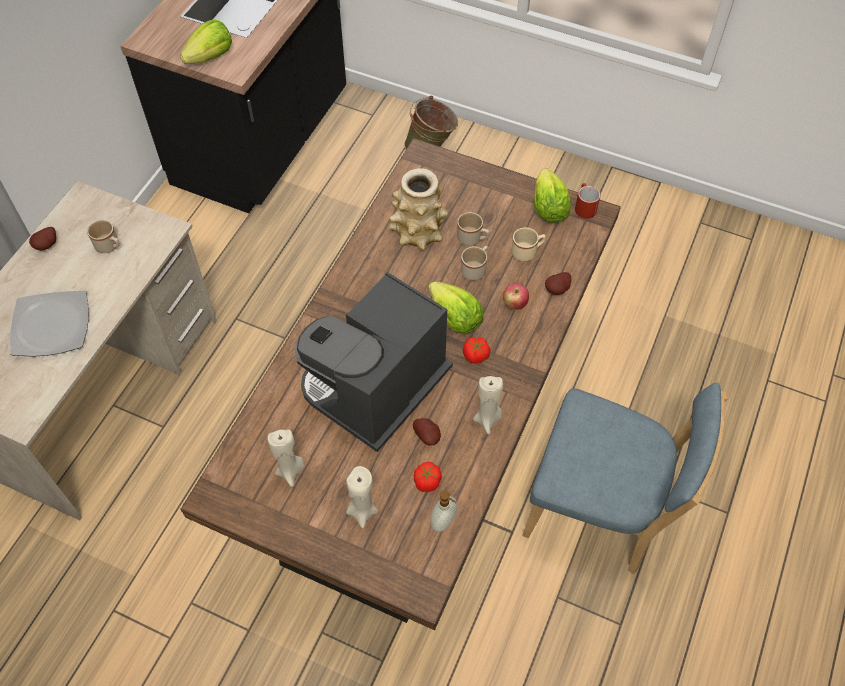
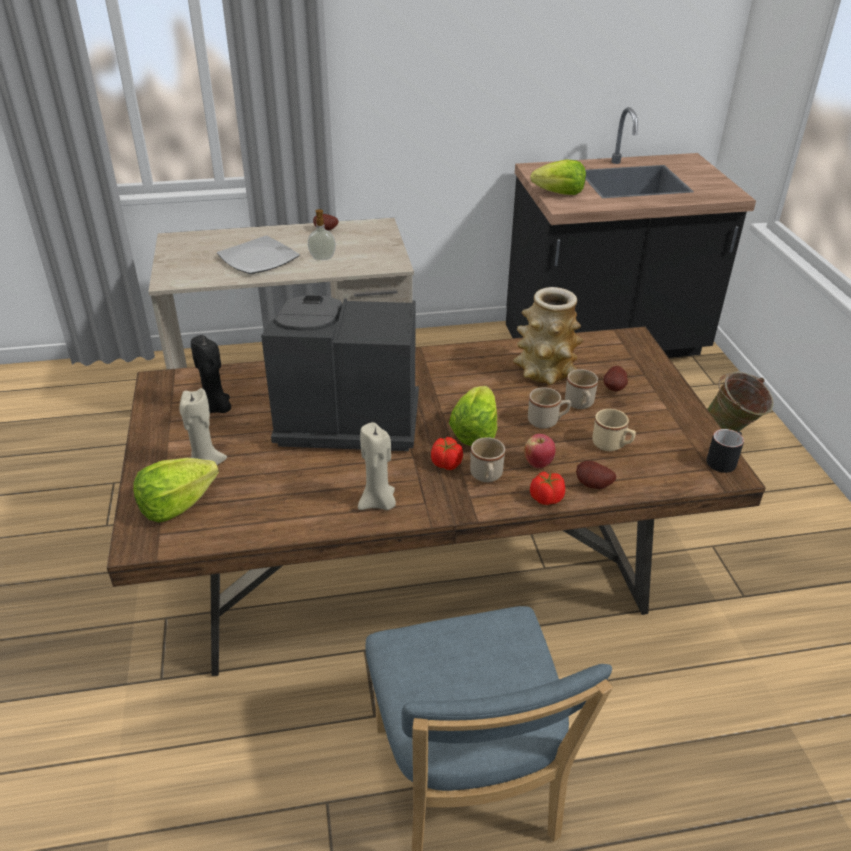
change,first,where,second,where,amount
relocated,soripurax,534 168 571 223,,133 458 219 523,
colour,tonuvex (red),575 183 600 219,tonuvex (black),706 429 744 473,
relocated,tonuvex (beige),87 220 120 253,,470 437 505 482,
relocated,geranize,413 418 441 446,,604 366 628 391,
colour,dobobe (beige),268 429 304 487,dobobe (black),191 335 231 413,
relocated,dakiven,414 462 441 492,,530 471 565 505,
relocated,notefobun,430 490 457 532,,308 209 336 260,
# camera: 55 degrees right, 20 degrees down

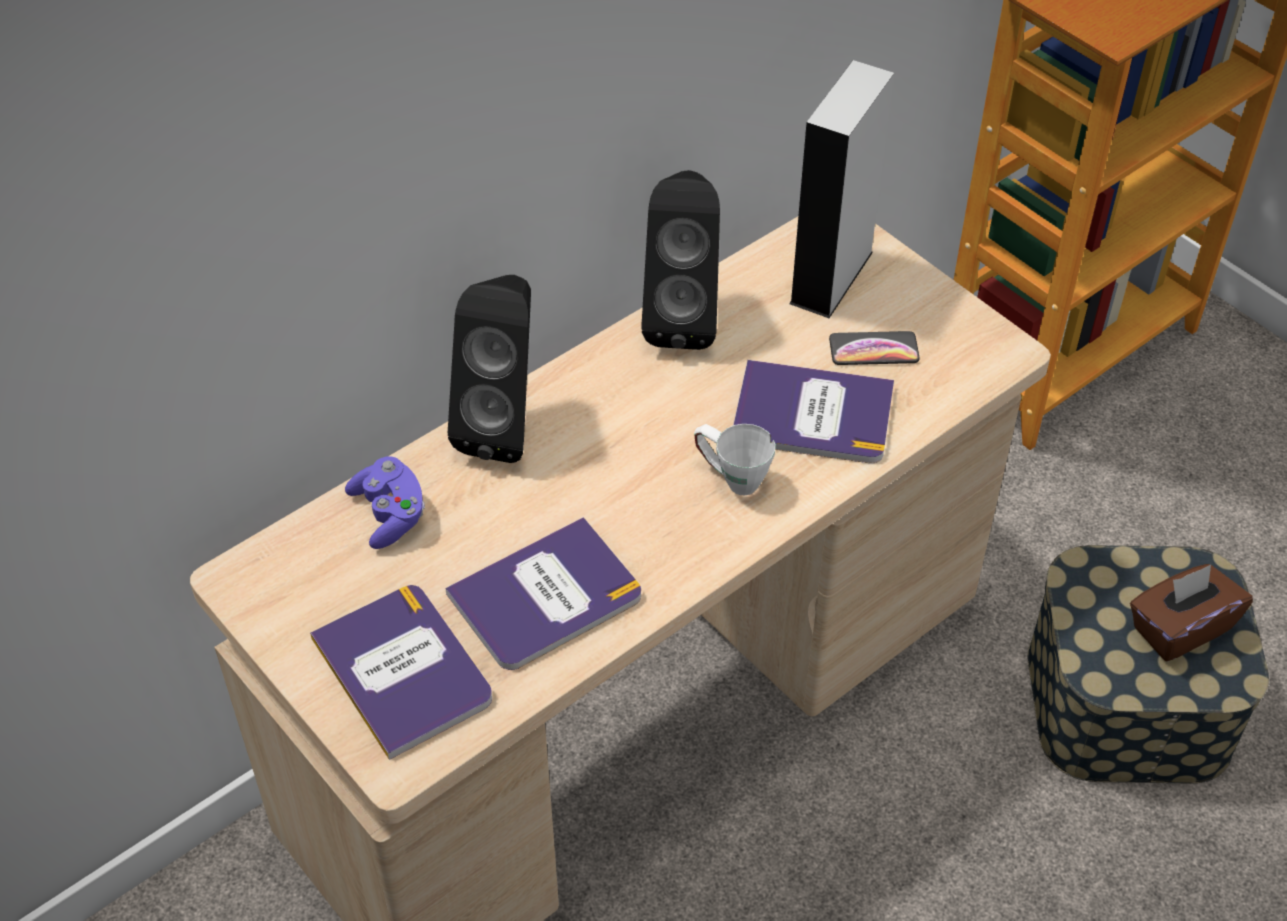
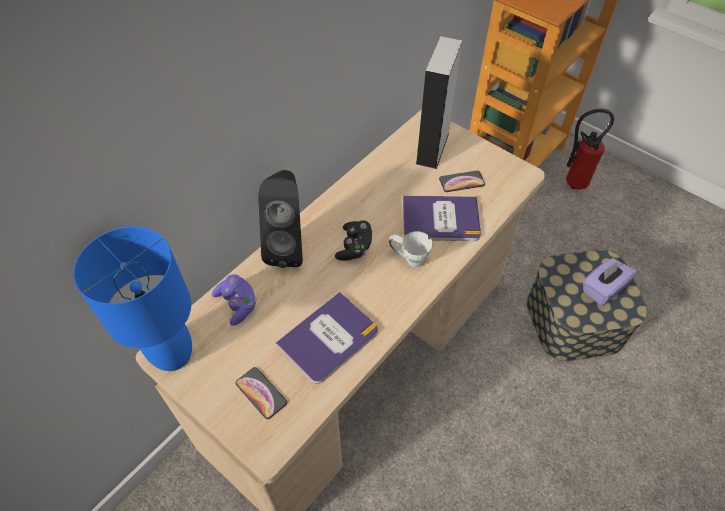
change,first,where,second,where,amount
missing,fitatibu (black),641 170 720 350,,,
colour,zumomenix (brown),1130 564 1253 662,zumomenix (purple),583 258 638 306,
exchanged,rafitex,310 585 492 760,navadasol,236 367 287 419,
appeared,,,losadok,566 109 614 190,
appeared,,,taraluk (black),335 220 372 261,
appeared,,,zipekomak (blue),73 226 192 371,
# camera: 10 degrees left, 5 degrees up

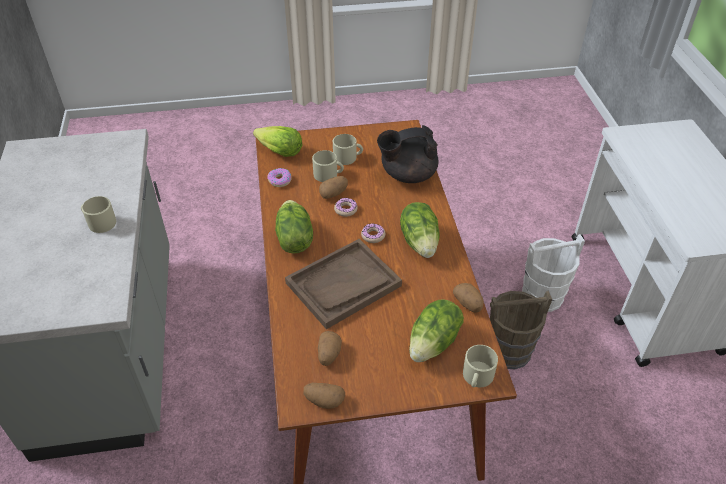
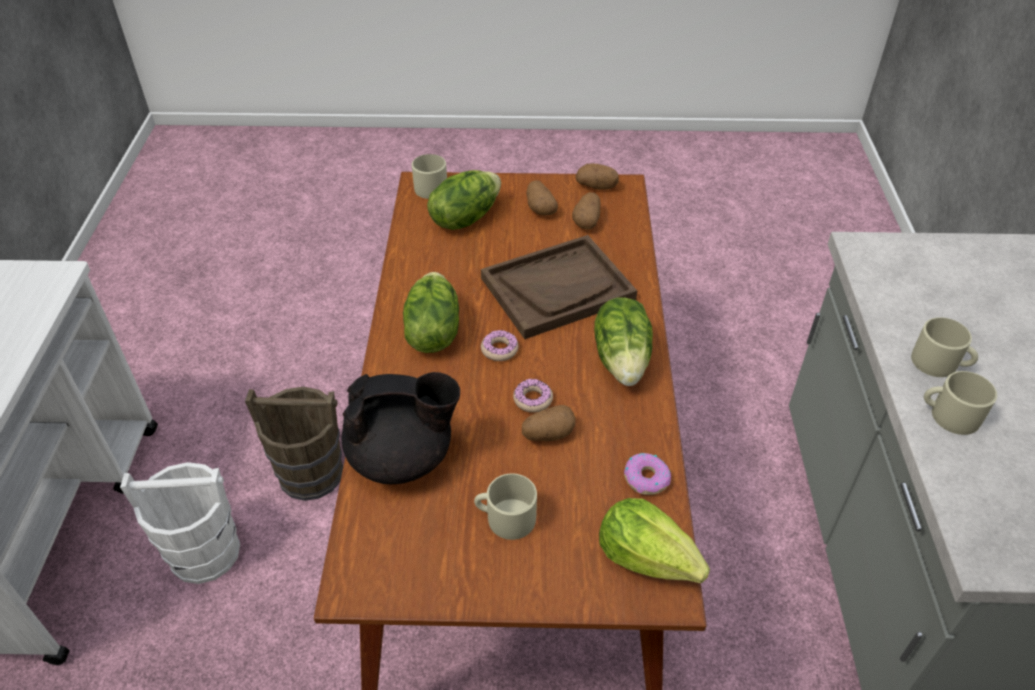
change,first,where,second,where,amount
relocated,tonuvex (beige),312 150 344 182,,924 371 997 435,
relocated,geranize,453 283 483 313,,526 180 558 216,
# camera: 170 degrees left, 0 degrees up

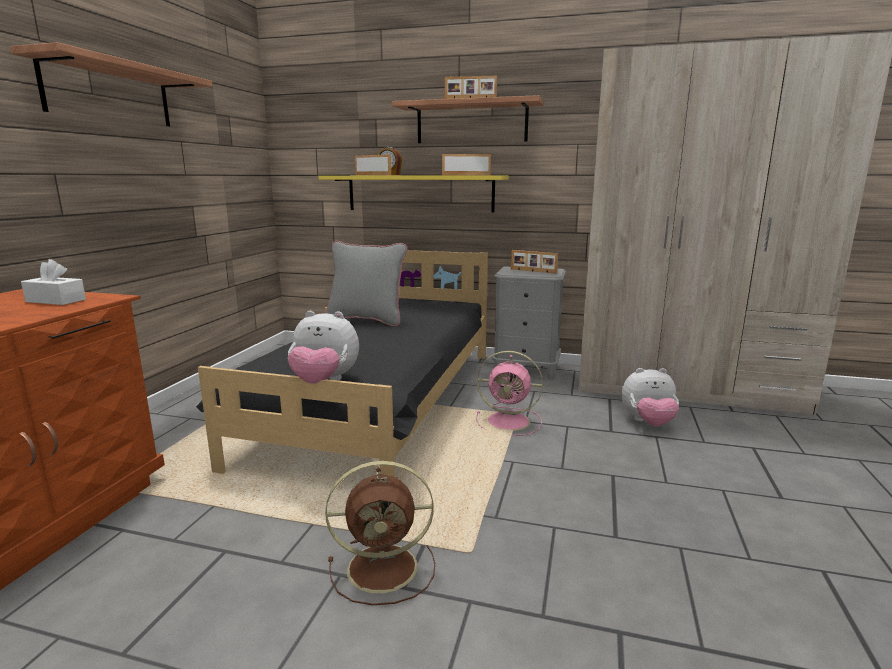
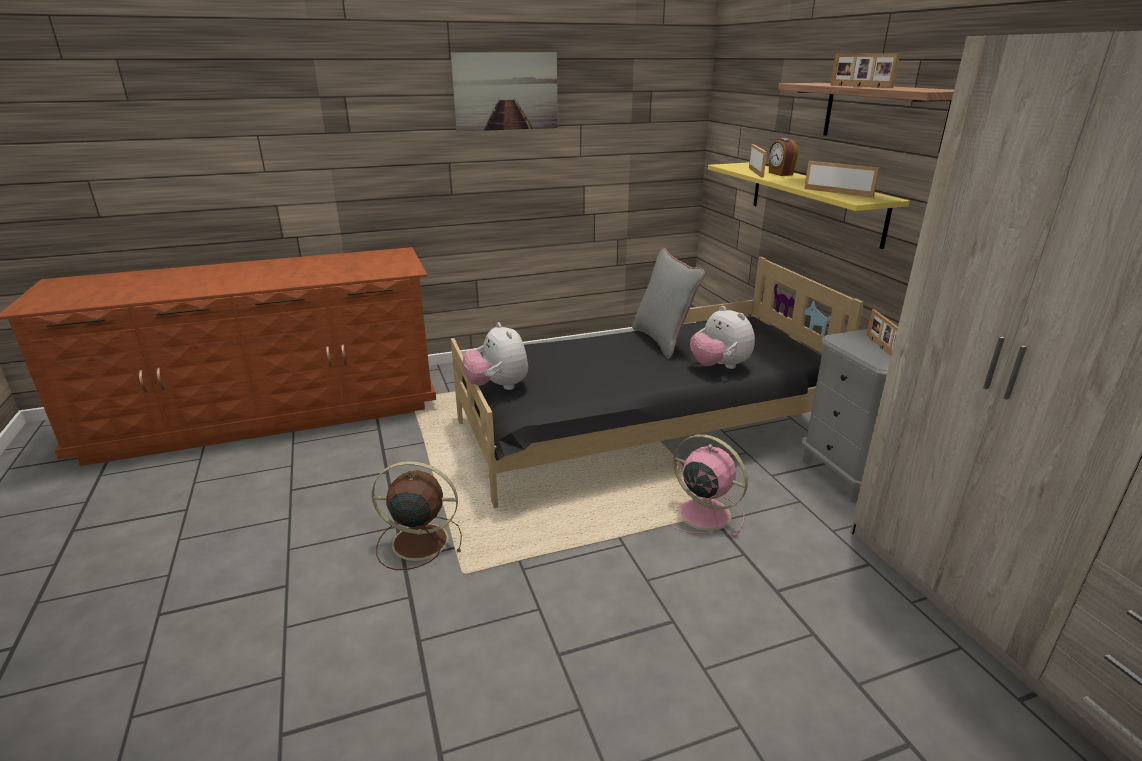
change,first,where,second,where,amount
exchanged,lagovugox,10 42 213 126,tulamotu,451 53 557 132,
missing,zumomenix (white),21 259 86 305,,,
spun,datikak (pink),476 351 543 436,,670 434 748 537,150 degrees clockwise
relocated,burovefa,621 368 679 427,,690 306 755 369,
spun,datikak (brown),325 461 435 605,,372 461 462 570,135 degrees clockwise
# camera: 55 degrees right, 10 degrees up

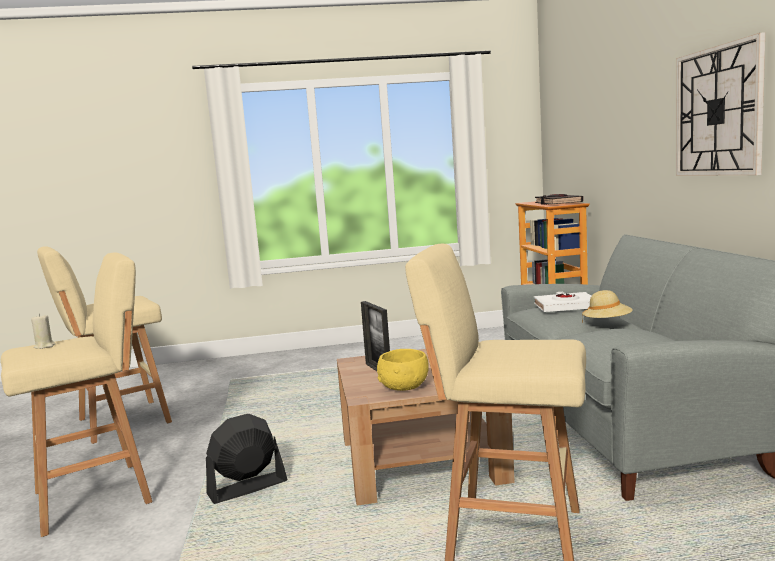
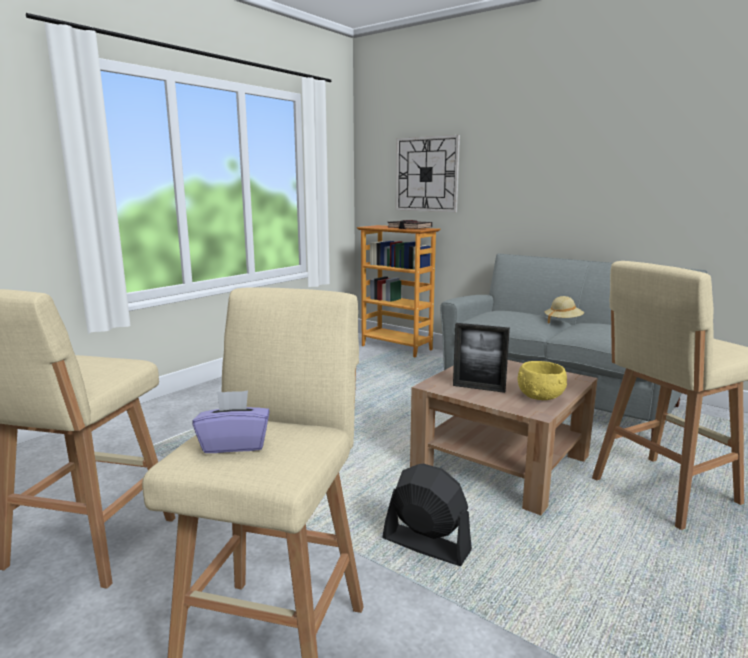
change,first,where,second,where,amount
relocated,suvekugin,676 33 765 175,,395 135 460 212,
missing,rafitex (white),534 292 591 312,,,
exchanged,dobobe (beige),31 314 56 349,zumomenix (purple),192 391 270 453,
spun,datikak (black),206 414 288 504,,382 464 472 566,105 degrees clockwise
# camera: 45 degrees left, 5 degrees up

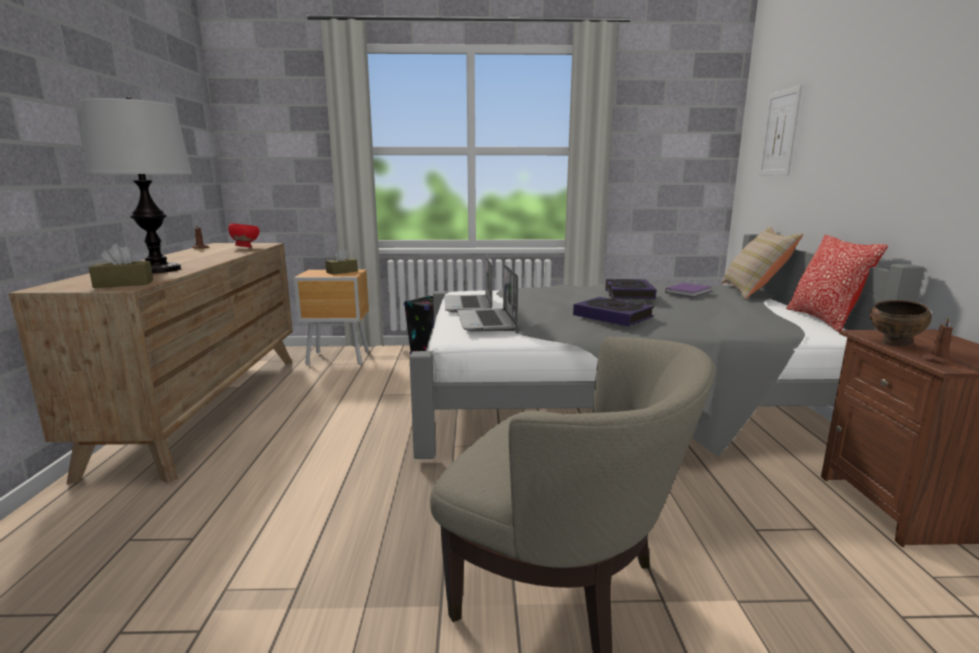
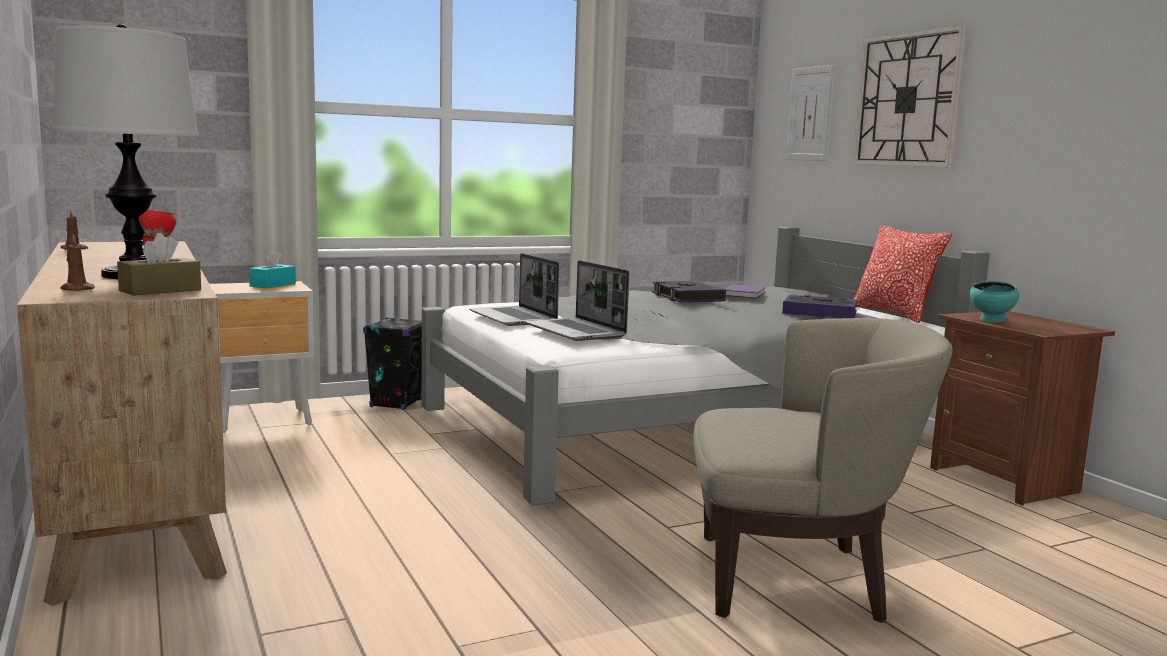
change,first,where,second,where,amount
missing,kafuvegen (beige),721 227 804 299,,,
colour,zumomenix (brown),325 249 358 275,zumomenix (turquoise),249 249 296 289,
relocated,rafitex,573 297 654 326,,782 295 858 318,
colour,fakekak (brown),870 300 932 347,fakekak (turquoise),970 281 1019 323,
relocated,dobobe (brown),919 317 956 365,,60 234 95 291,
appeared,,,suvekugin,853 25 967 168,
# camera: 25 degrees left, 5 degrees down

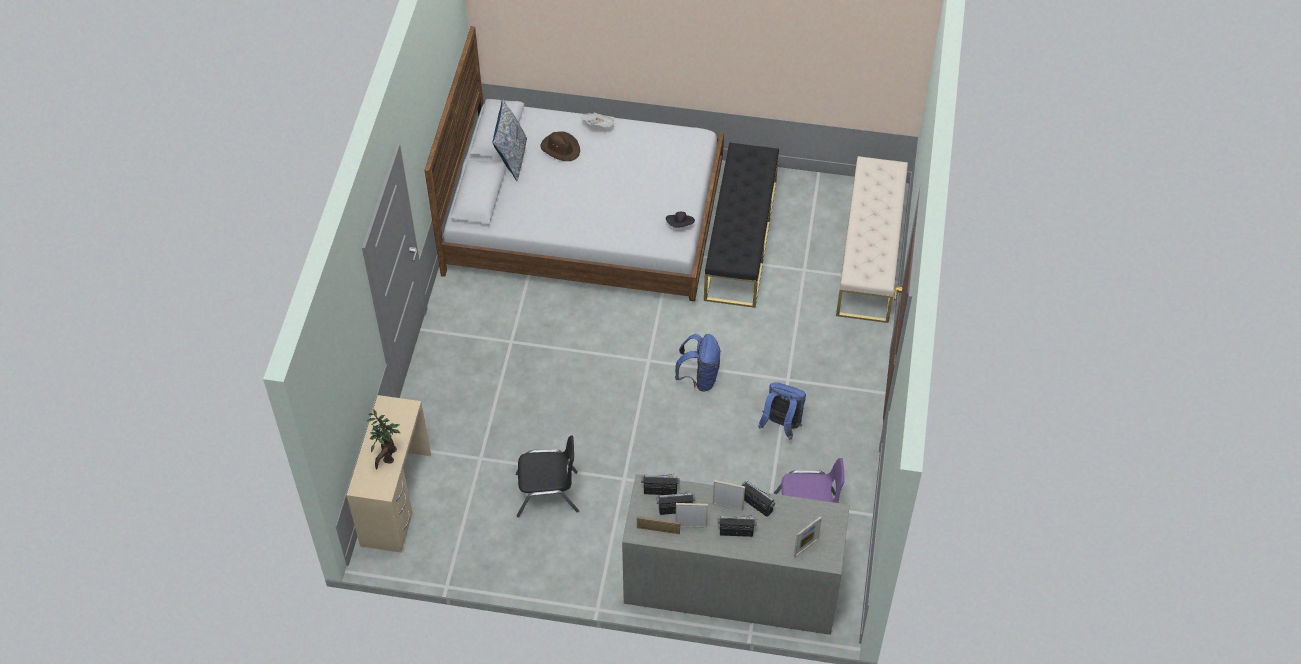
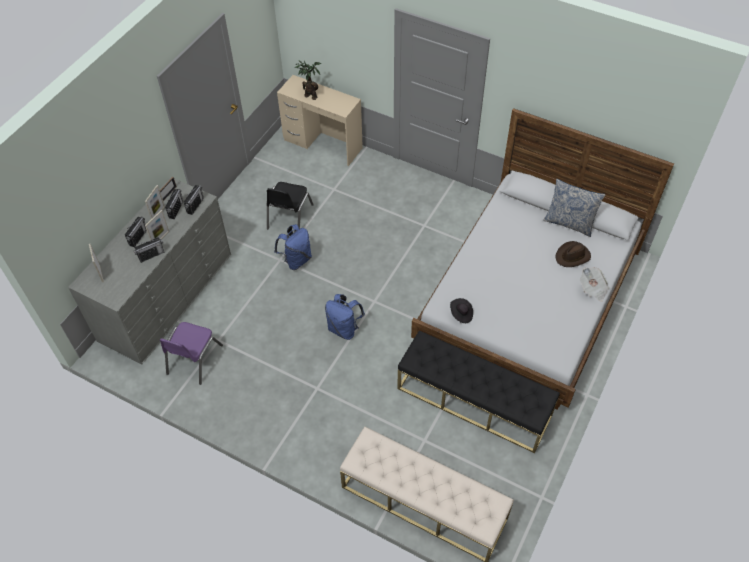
change,first,where,second,where,amount
relocated,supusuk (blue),758 383 806 440,,274 224 312 270,
# camera: 110 degrees right, 0 degrees up

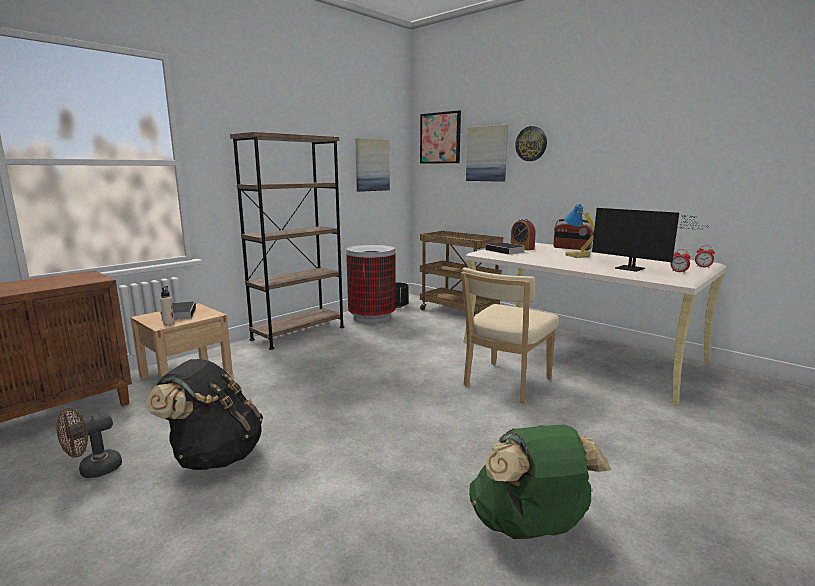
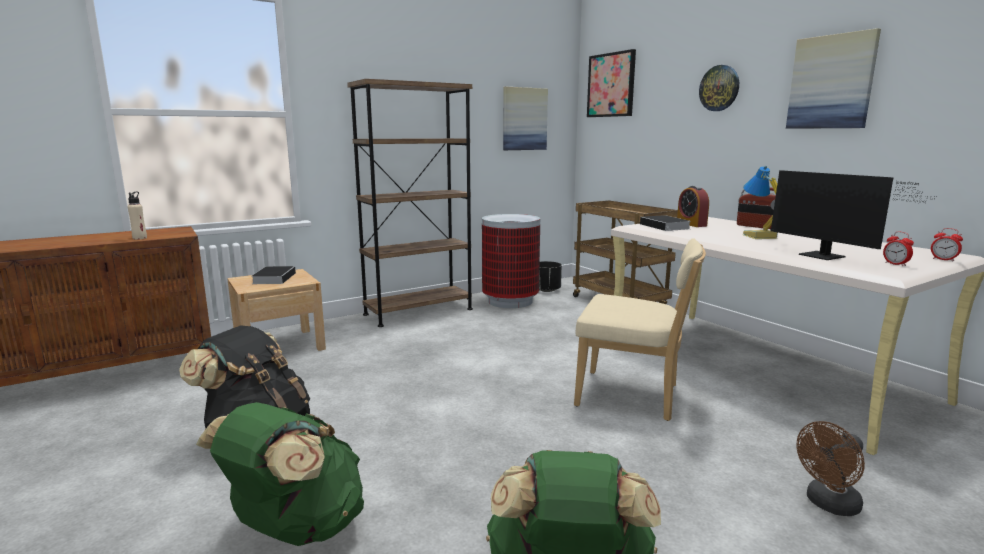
change,first,where,second,where,amount
relocated,tulamotu,466 125 508 182,,786 28 881 129,
spun,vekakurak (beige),461 268 559 403,,574 238 706 421,120 degrees counterclockwise
relocated,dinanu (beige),160 286 175 325,,128 192 147 239,
relocated,datikak (brown),57 408 122 478,,796 421 865 516,
appeared,,,supusuk (green),196 402 364 546,
# camera: 15 degrees right, 0 degrees up

